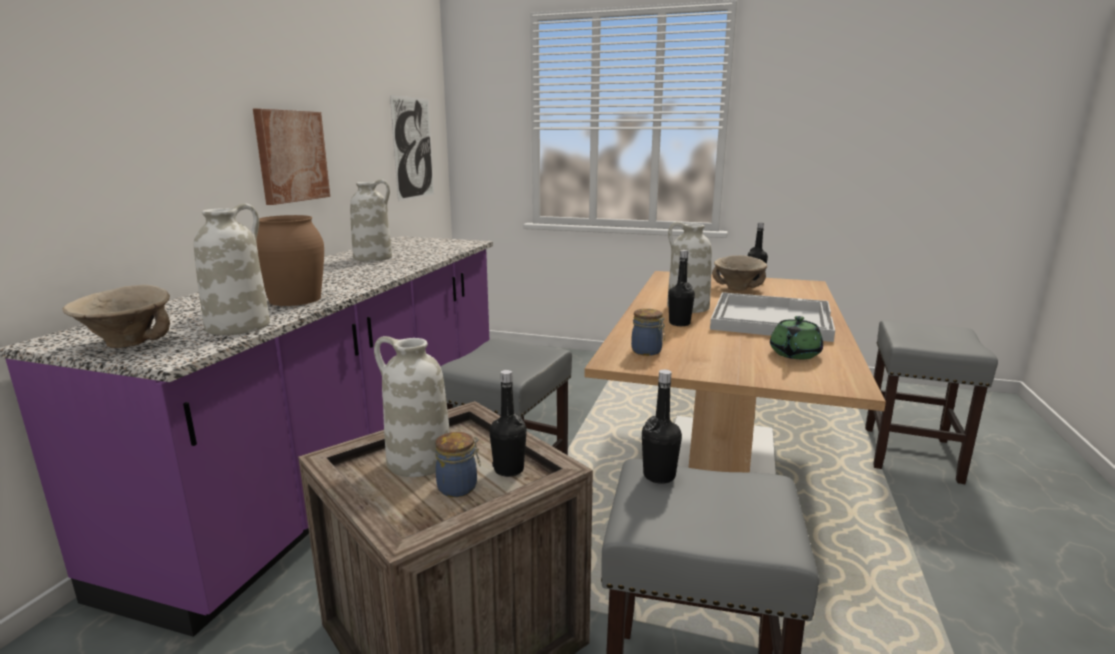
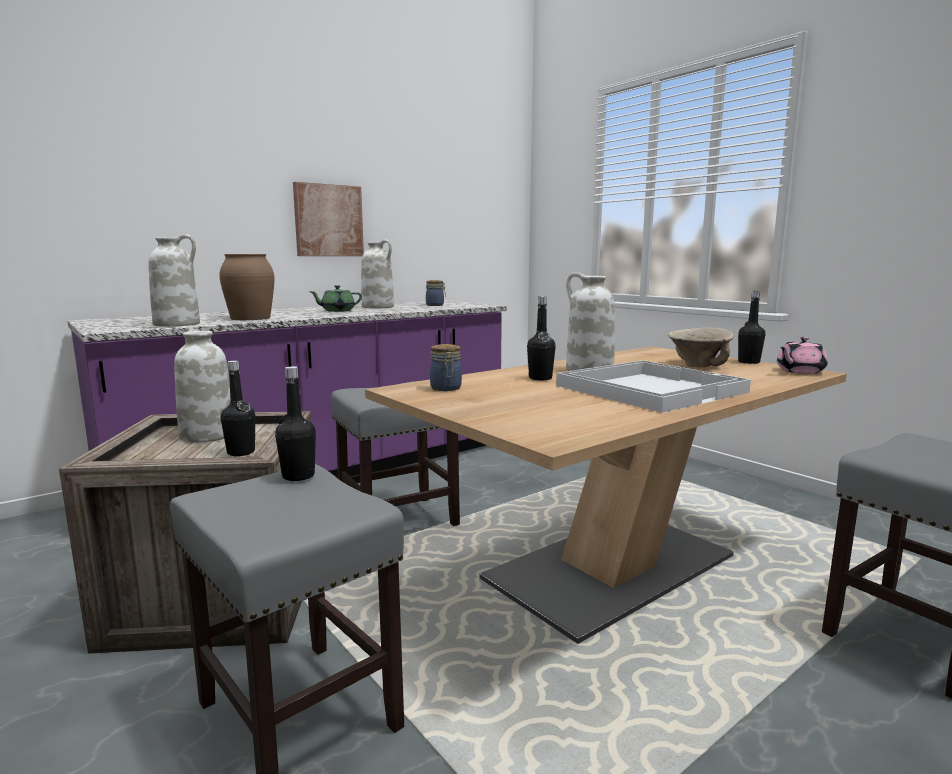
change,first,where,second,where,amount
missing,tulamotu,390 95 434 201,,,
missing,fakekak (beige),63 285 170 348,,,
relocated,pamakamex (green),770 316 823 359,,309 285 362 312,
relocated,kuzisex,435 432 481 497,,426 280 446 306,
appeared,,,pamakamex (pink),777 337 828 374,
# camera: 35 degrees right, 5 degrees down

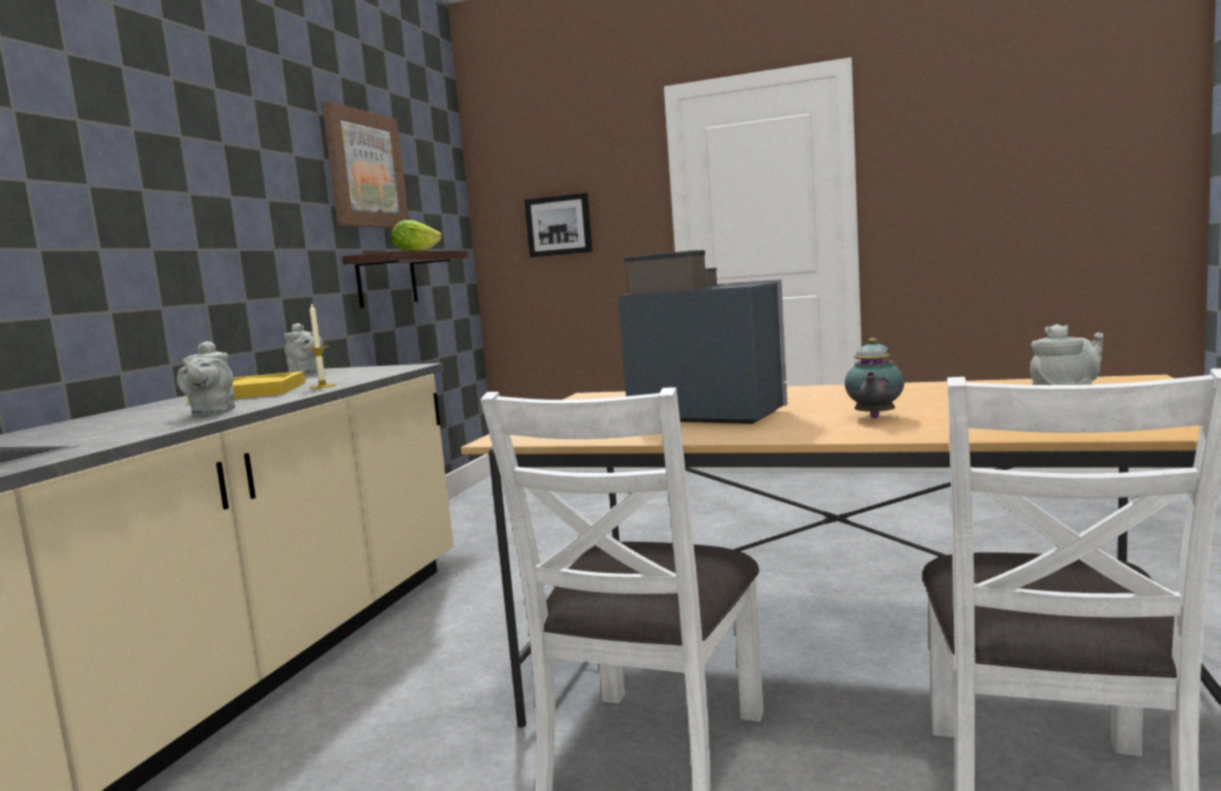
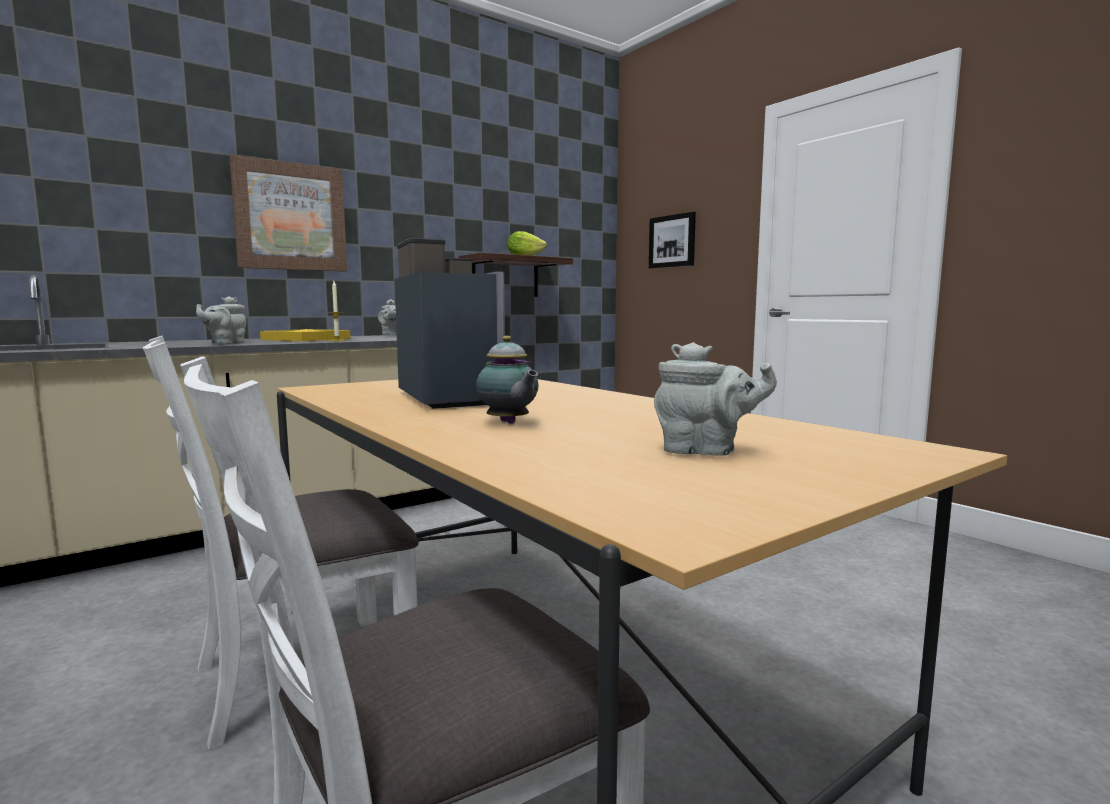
change,first,where,second,where,amount
relocated,tulamotu,322 101 409 228,,229 155 347 272,
spun,pamakamex,845 338 904 418,,476 336 538 424,90 degrees counterclockwise
# camera: 35 degrees right, 0 degrees up

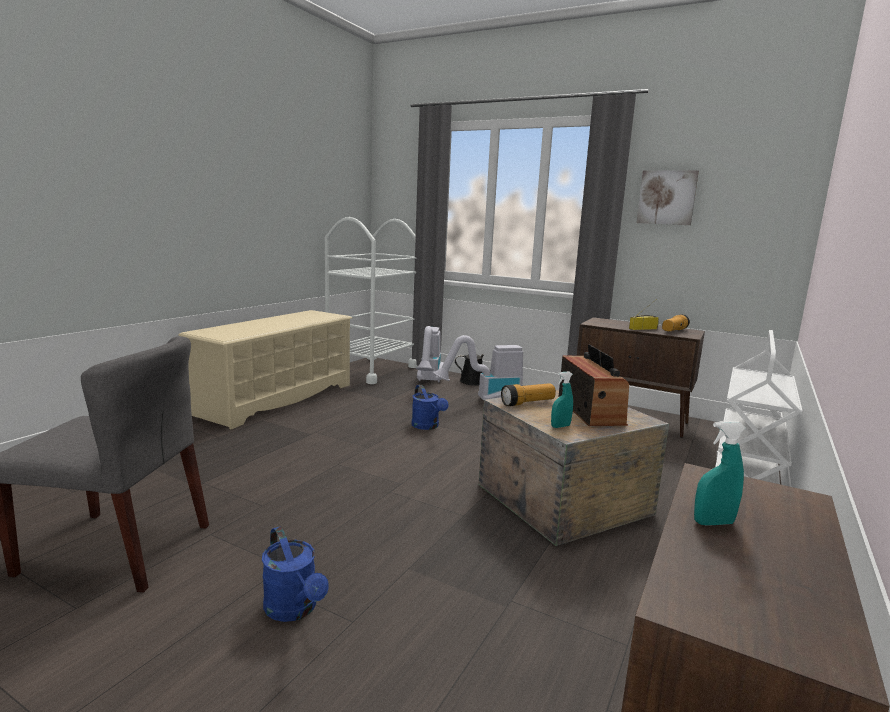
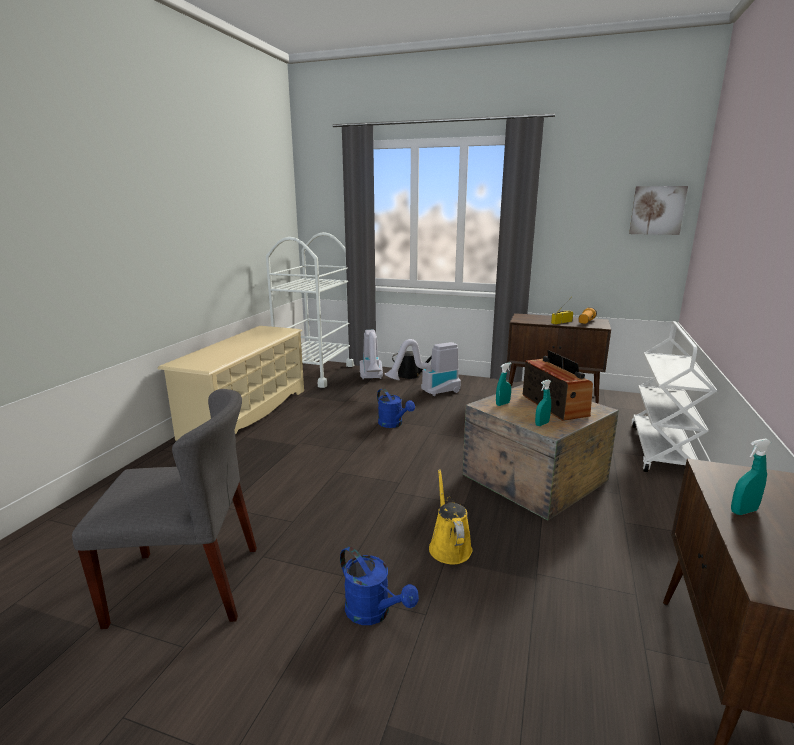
change,first,where,second,where,amount
relocated,tulamotu,636 170 699 225,,629 186 688 235,
exchanged,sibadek,501 383 556 406,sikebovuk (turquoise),496 362 511 406,
appeared,,,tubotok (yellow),429 469 473 564,
# camera: 10 degrees left, 5 degrees up

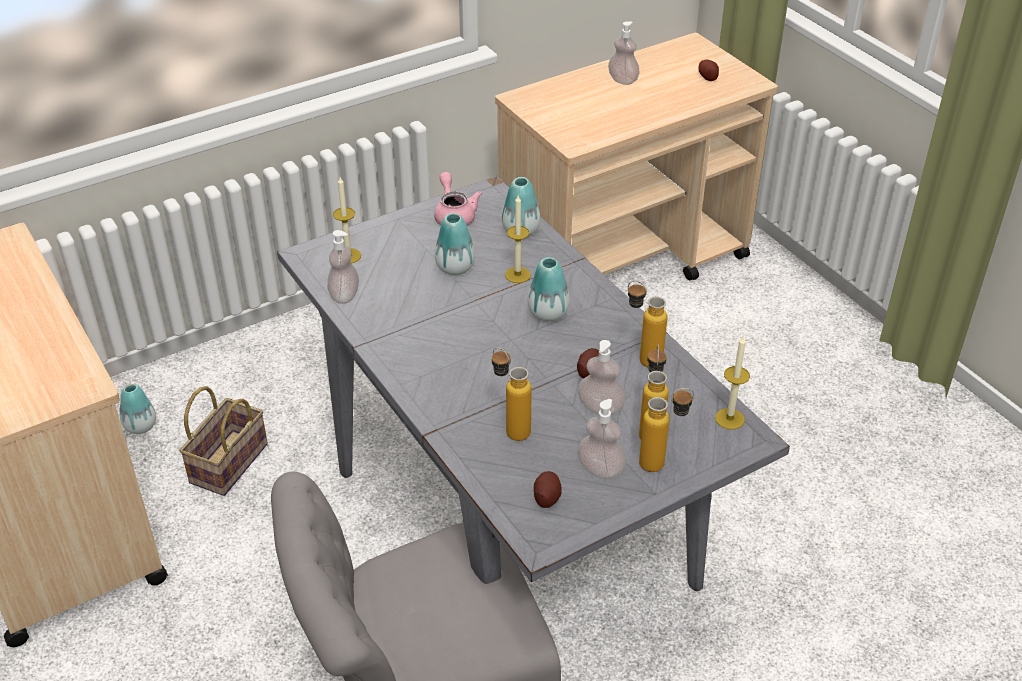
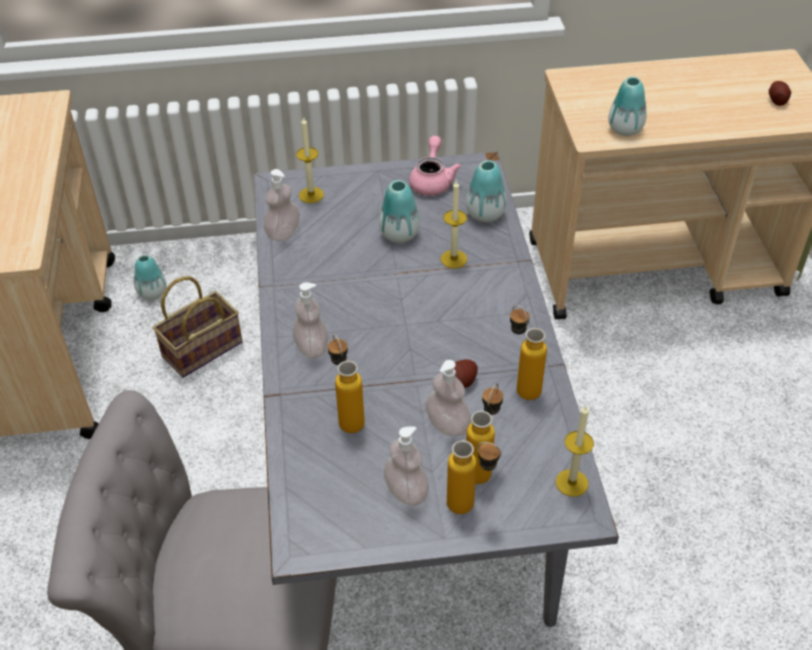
change,first,where,second,where,amount
relocated,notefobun,608 21 640 85,,293 282 328 358,
relocated,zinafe,528 257 570 321,,608 77 647 136,
missing,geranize,534 471 562 508,,,
# camera: 25 degrees right, 5 degrees up

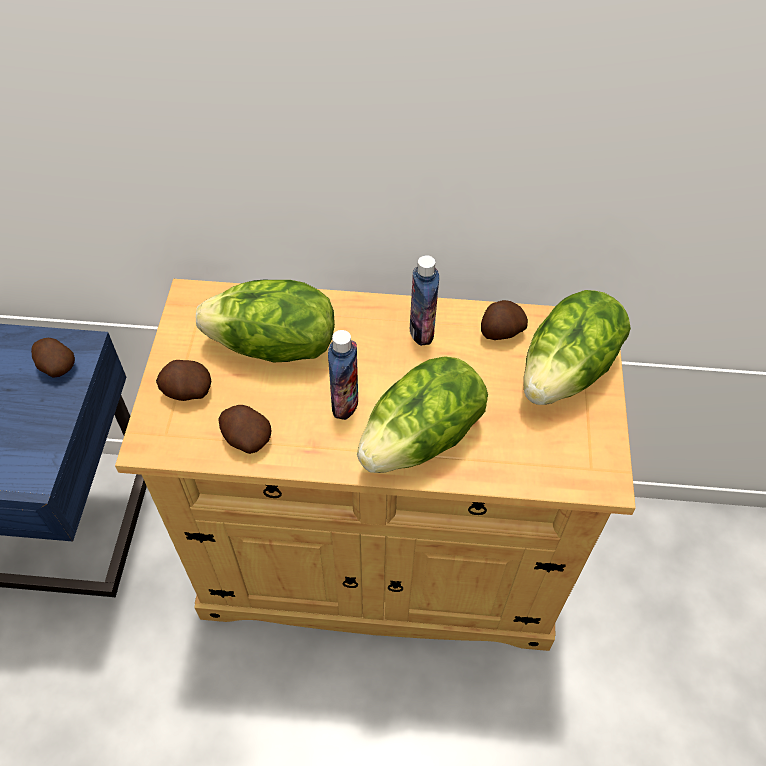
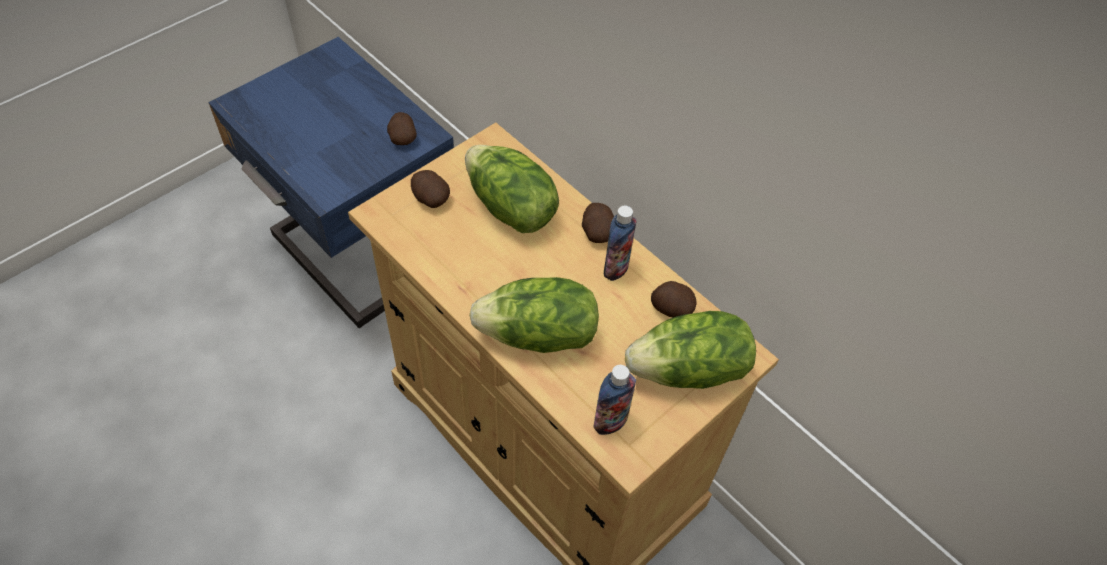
change,first,where,second,where,amount
relocated,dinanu,328 330 358 420,,593 365 636 435,
relocated,geranize,219 405 271 454,,582 203 614 243,
# camera: 40 degrees right, 0 degrees up

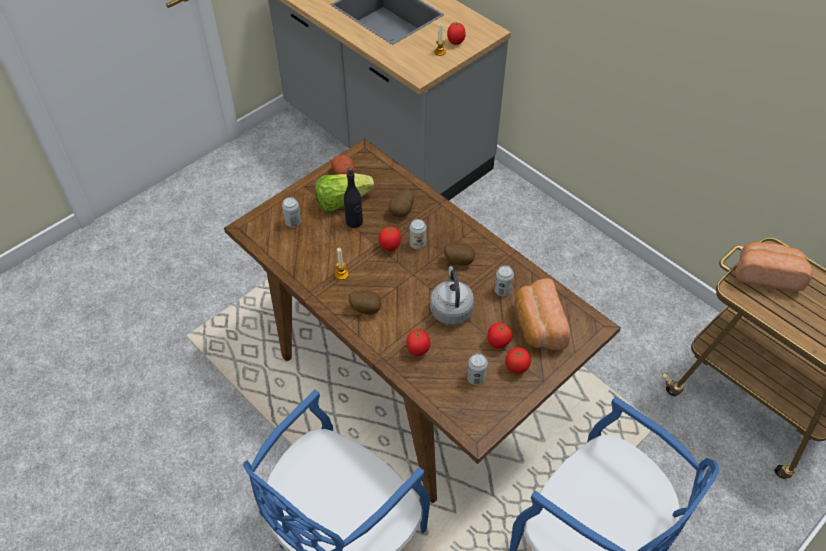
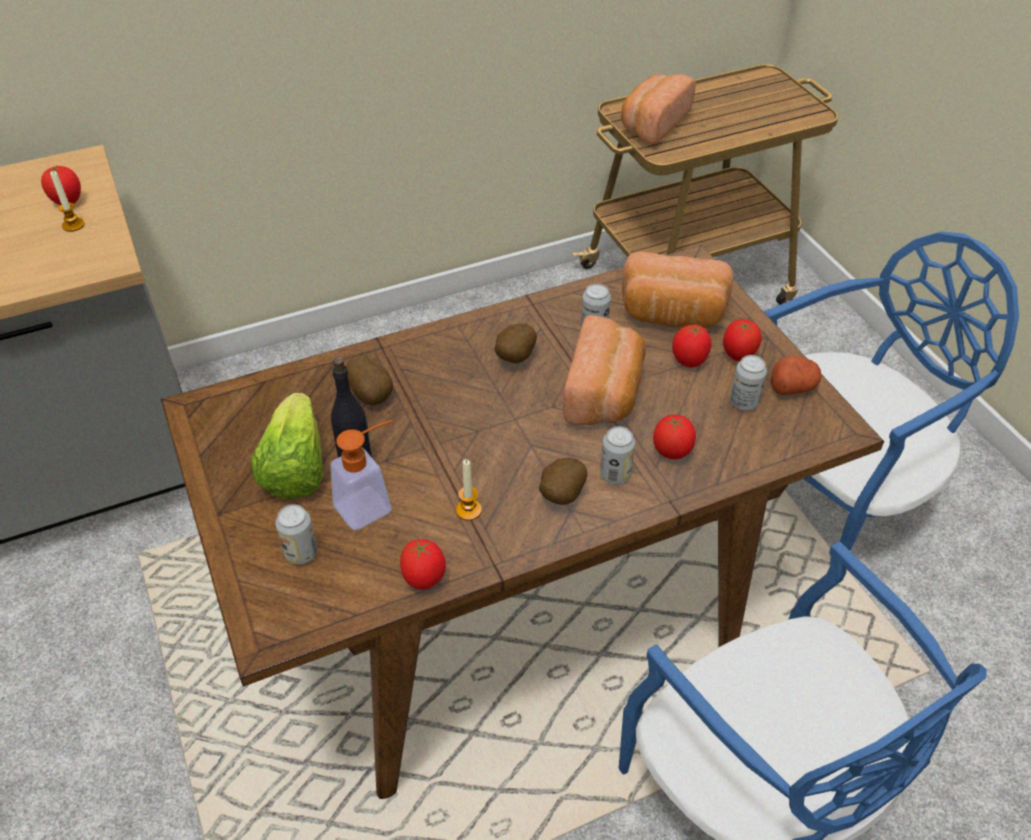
change,first,where,second,where,amount
relocated,geranize,331 155 355 175,,771 356 821 395,
relocated,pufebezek,410 219 426 249,,600 426 635 484,
relocated,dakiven,378 227 401 251,,400 539 446 590,
exchanged,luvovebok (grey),430 266 474 325,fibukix,563 315 646 425,
appeared,,,notefobun,330 420 392 530,
# camera: 70 degrees left, 5 degrees down

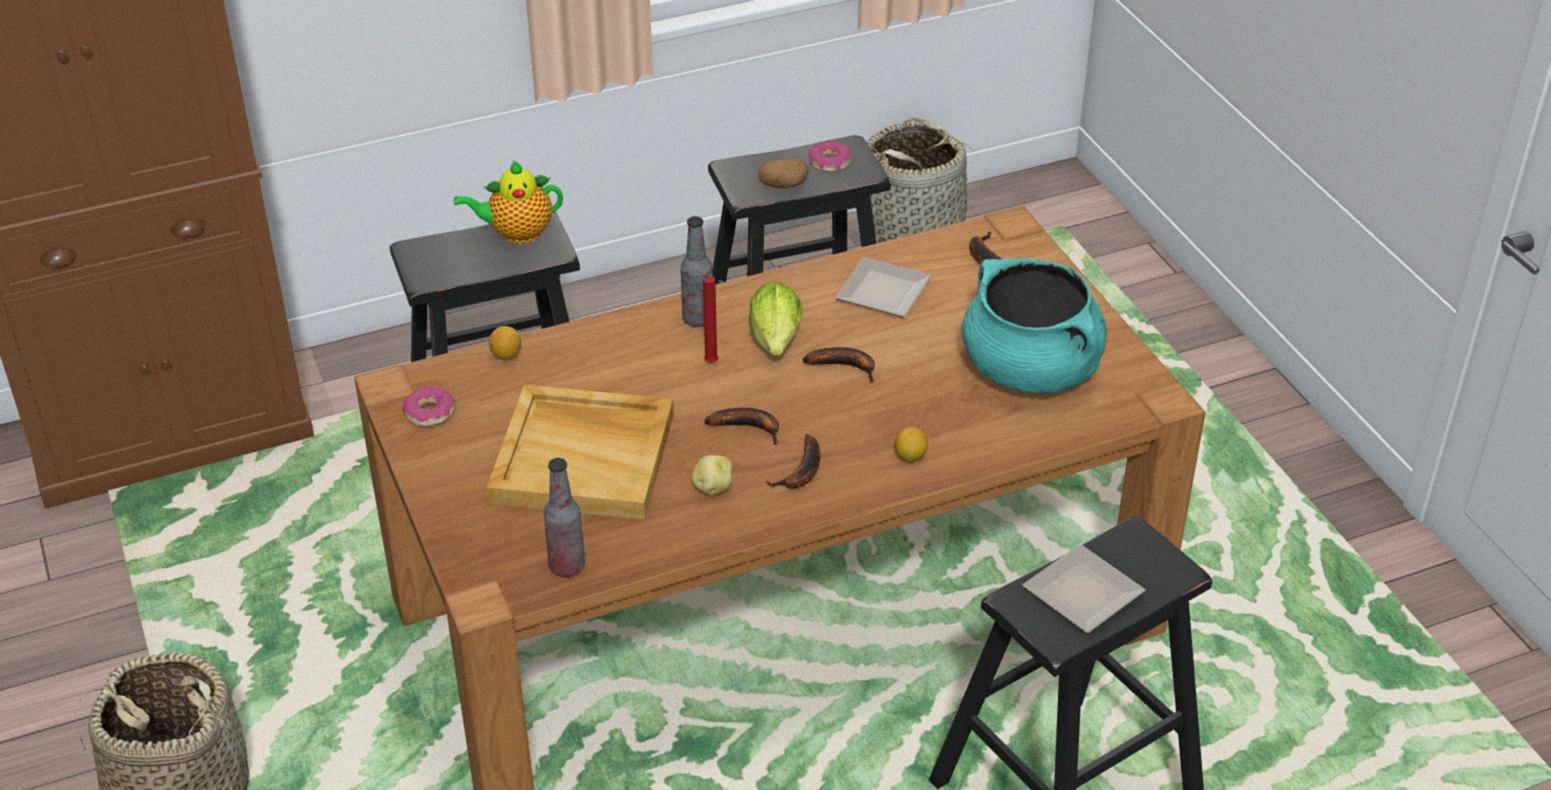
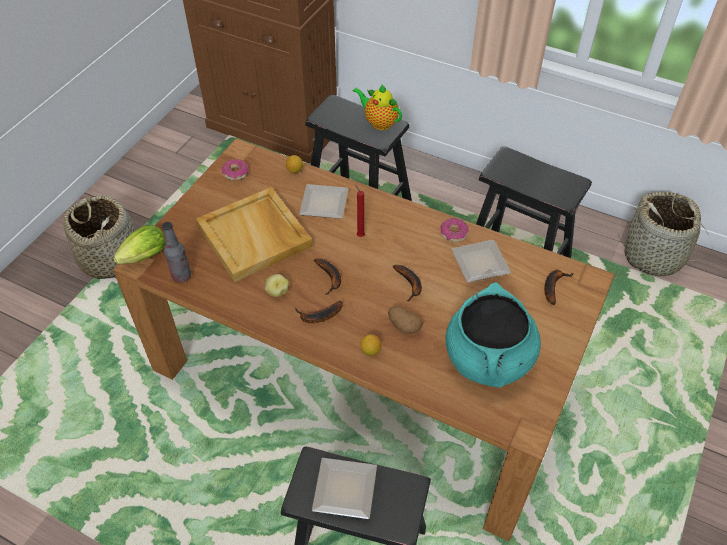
change,first,where,second,where,amount
relocated,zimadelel,809 141 851 172,,440 218 469 242,
relocated,geranize,758 158 809 188,,388 306 423 334,
missing,dinanu,681 216 713 327,,,
relocated,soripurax,749 281 802 355,,113 225 166 264,
appeared,,,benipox,299 184 349 219,
# camera: 50 degrees right, 10 degrees up

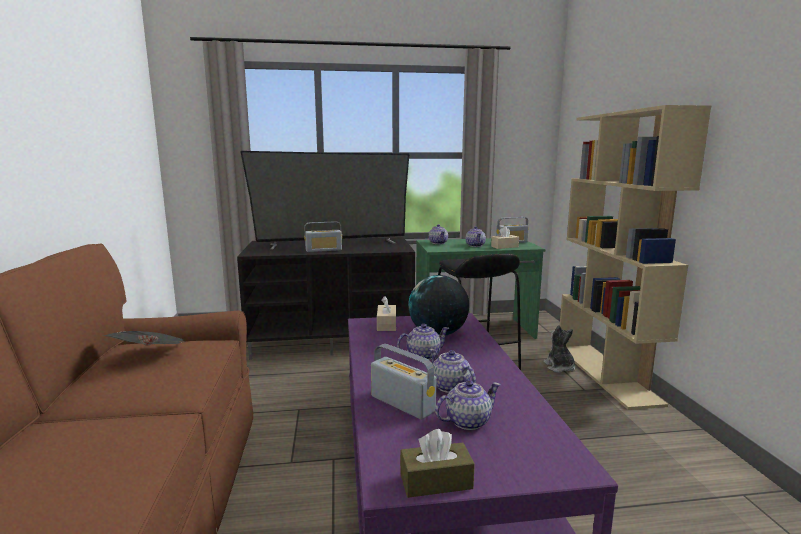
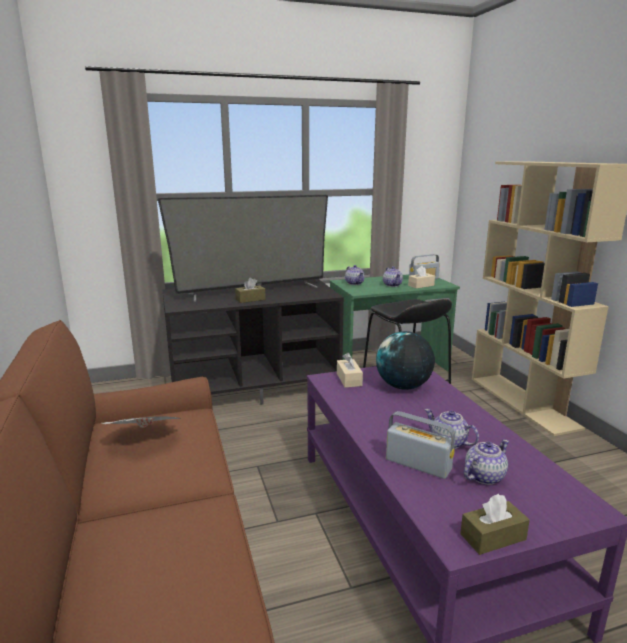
change,first,where,second,where,amount
exchanged,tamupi,304 221 342 252,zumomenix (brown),235 278 266 303,
missing,pamakamex,397 324 449 360,,,
missing,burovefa,543 325 575 373,,,
# camera: 10 degrees left, 5 degrees up

